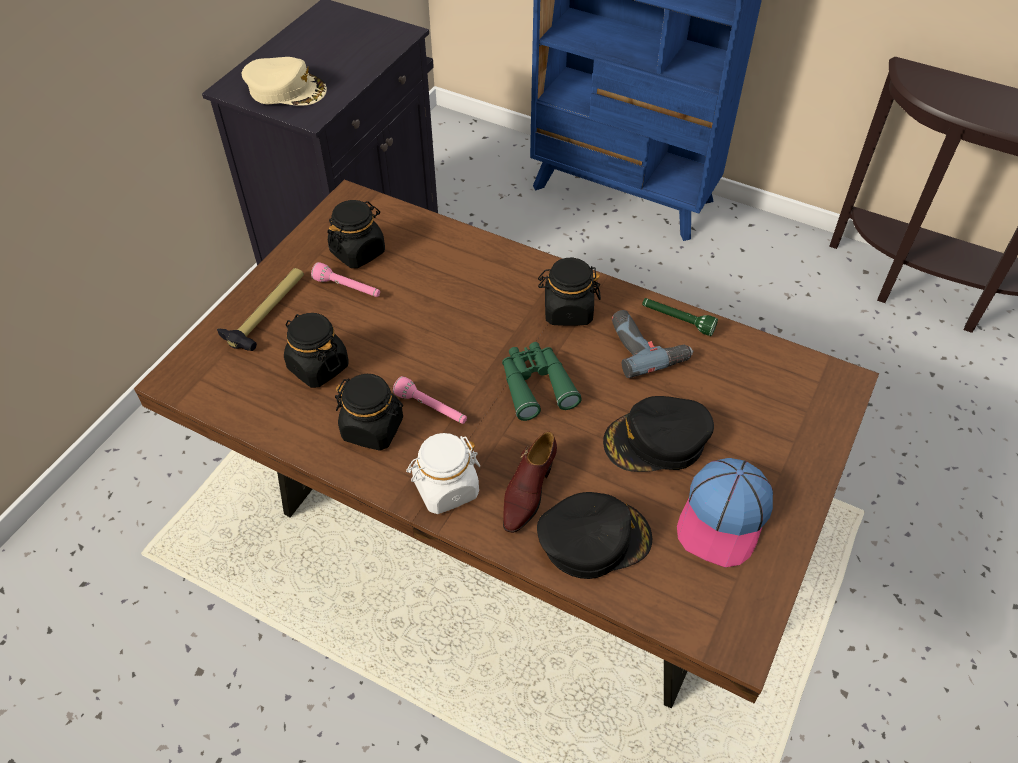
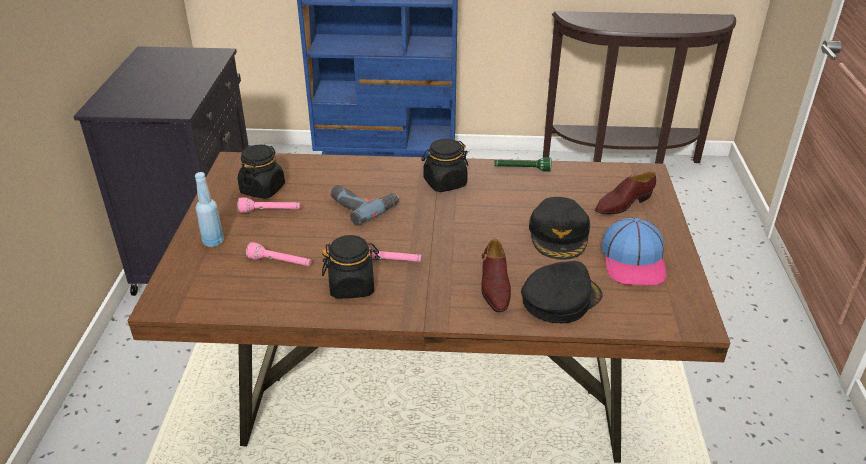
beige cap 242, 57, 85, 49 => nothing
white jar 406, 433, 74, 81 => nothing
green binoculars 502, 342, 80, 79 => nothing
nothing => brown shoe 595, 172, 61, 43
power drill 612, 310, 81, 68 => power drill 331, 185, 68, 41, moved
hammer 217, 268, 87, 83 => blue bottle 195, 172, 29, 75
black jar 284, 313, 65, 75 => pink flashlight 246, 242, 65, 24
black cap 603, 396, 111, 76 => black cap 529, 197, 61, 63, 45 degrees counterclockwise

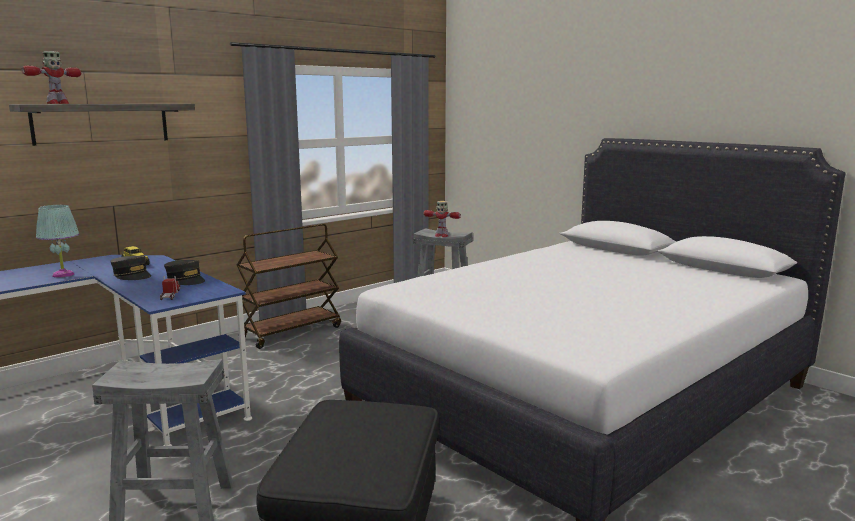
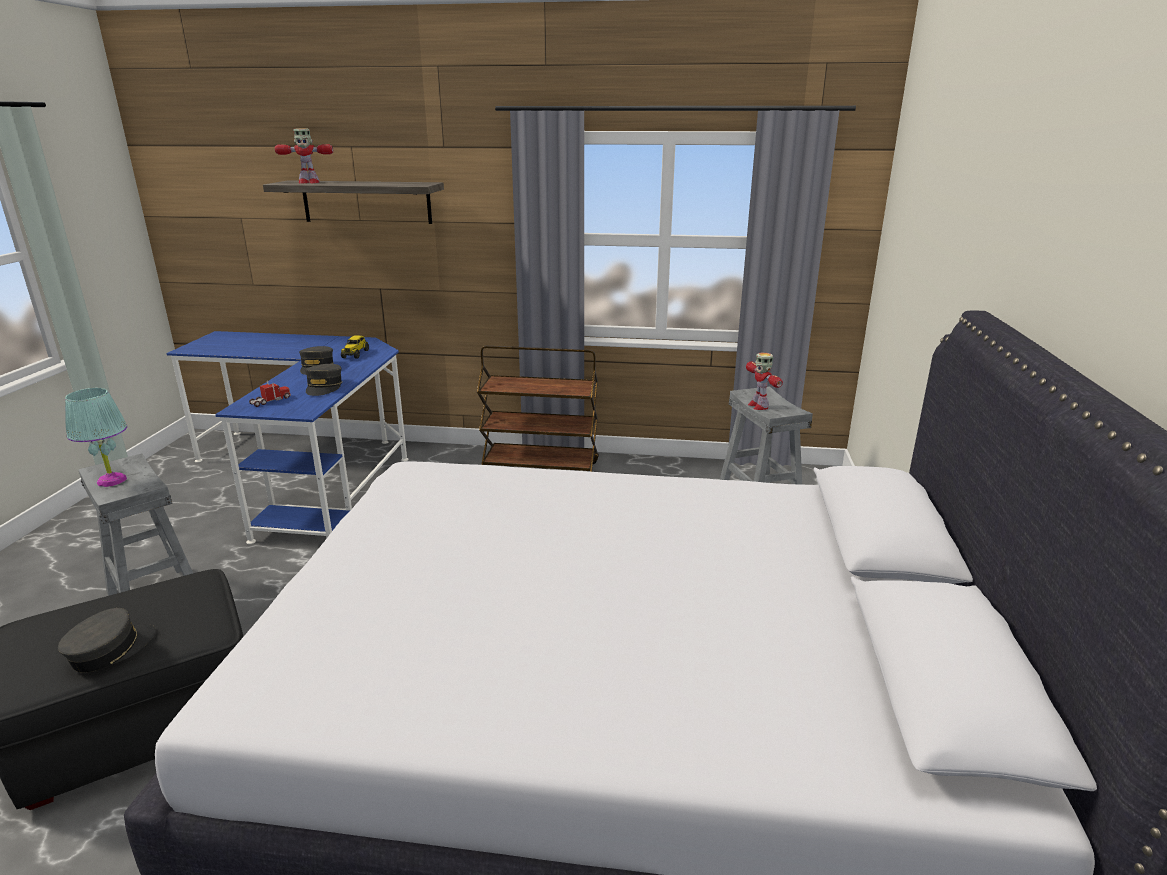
nothing => grey cap 58, 608, 98, 64
turquoise table lamp 36, 205, 43, 72 => turquoise table lamp 65, 388, 62, 99, moved

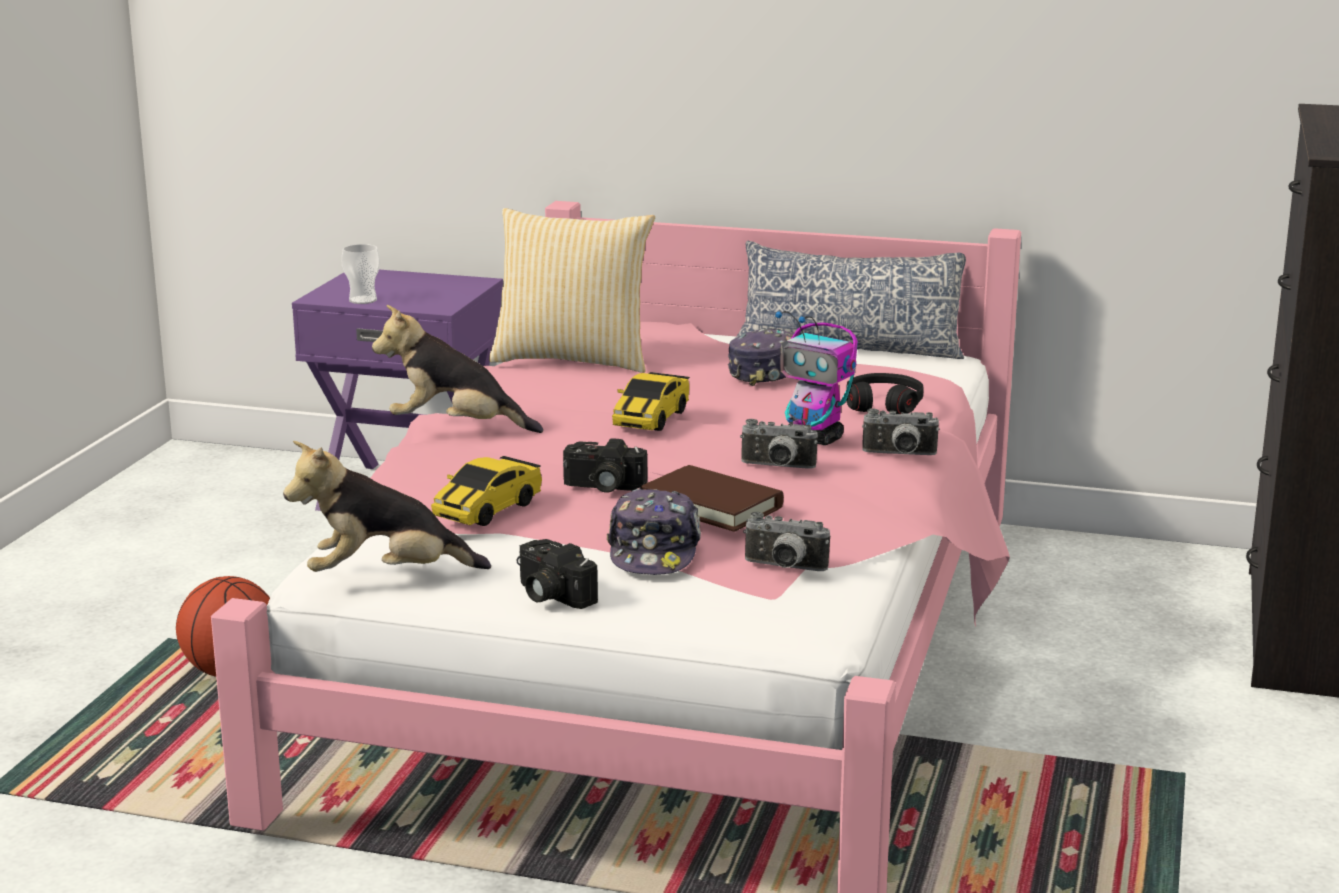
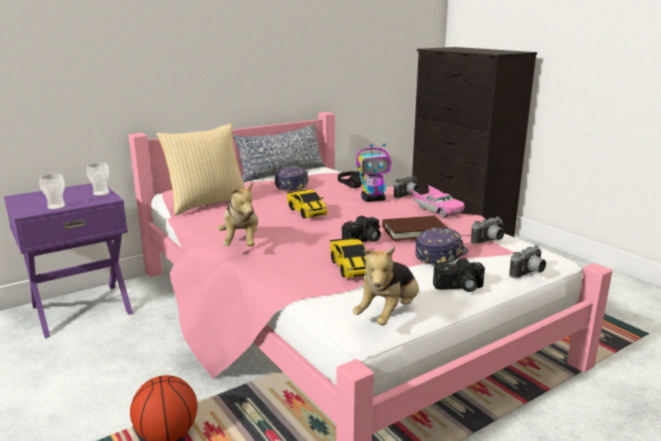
nothing => cup 87, 163, 23, 33
nothing => pink toy car 411, 185, 53, 32
photo camera 740, 419, 78, 50 => photo camera 509, 245, 37, 33, moved
plush toy 372, 305, 171, 128 => plush toy 218, 182, 40, 65, 60 degrees counterclockwise
cap 607, 488, 94, 87 => cap 415, 228, 54, 37, 90 degrees counterclockwise

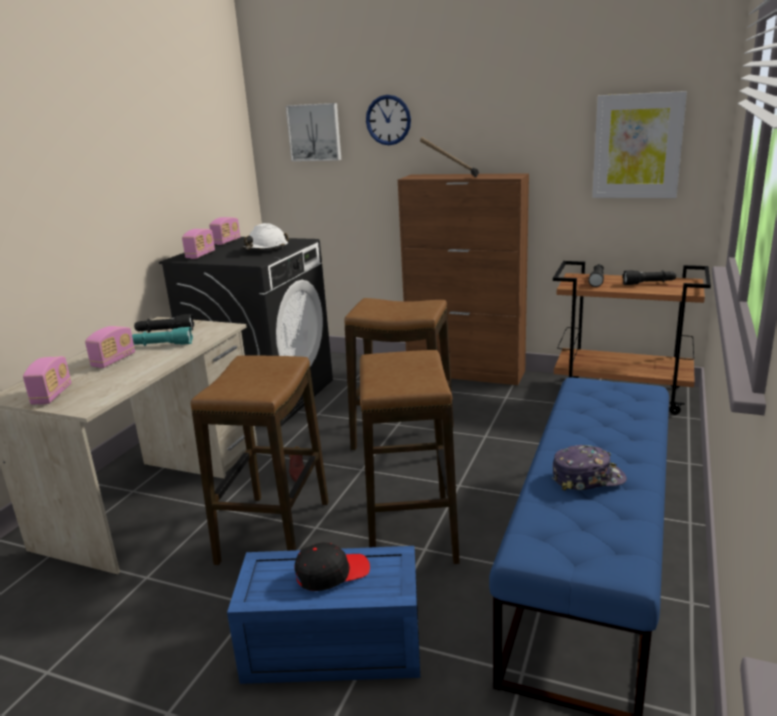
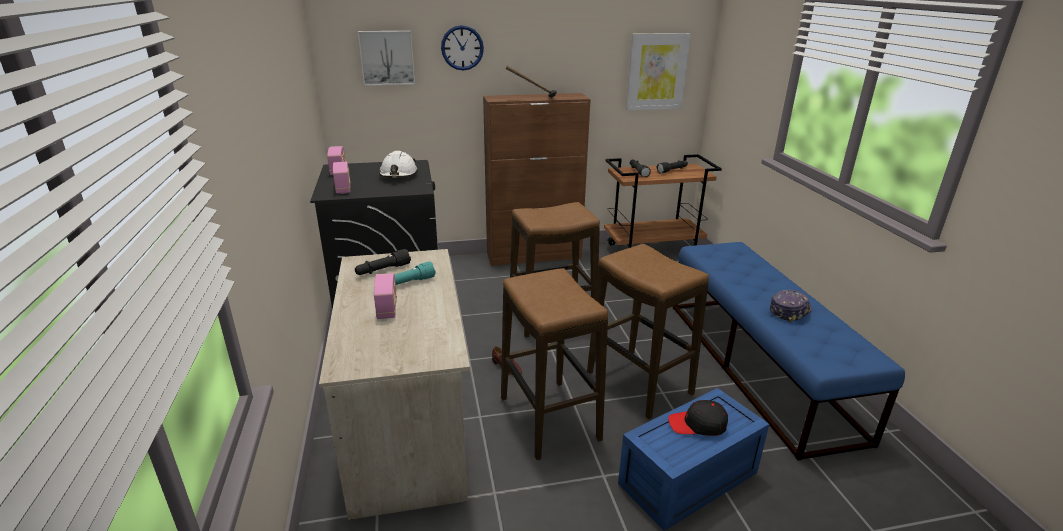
radio 23, 356, 49, 49 => nothing
black cap 295, 542, 75, 49 => black cap 668, 400, 60, 36, 120 degrees counterclockwise

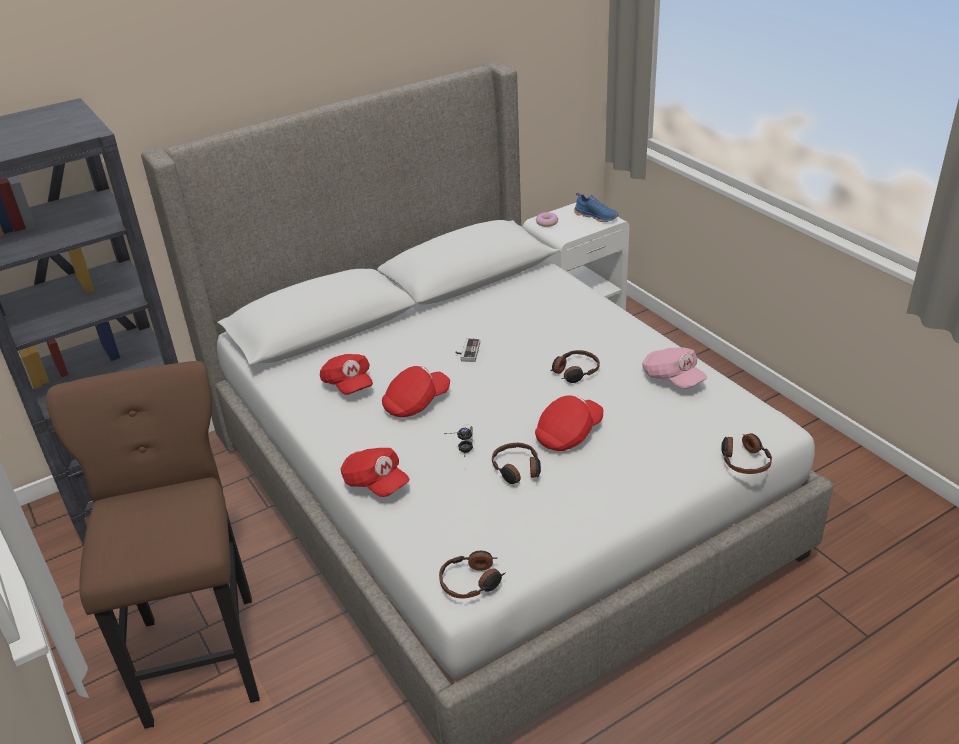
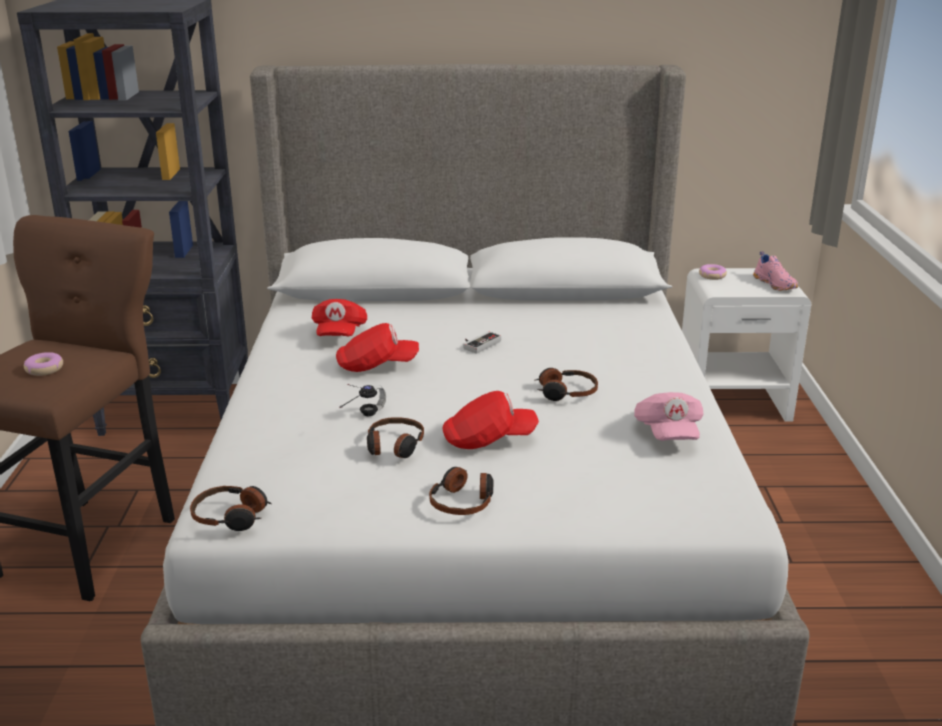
red cap 341, 448, 68, 49 => nothing
nothing => donut 24, 352, 39, 24
headphones 721, 433, 51, 41 => headphones 429, 467, 64, 48, moved
blue shoe 574, 192, 44, 30 => pink shoe 753, 251, 45, 40

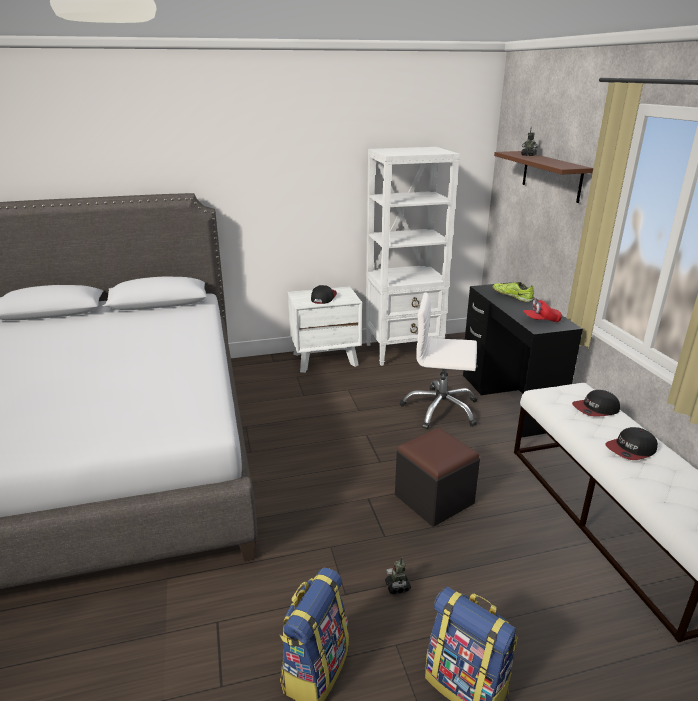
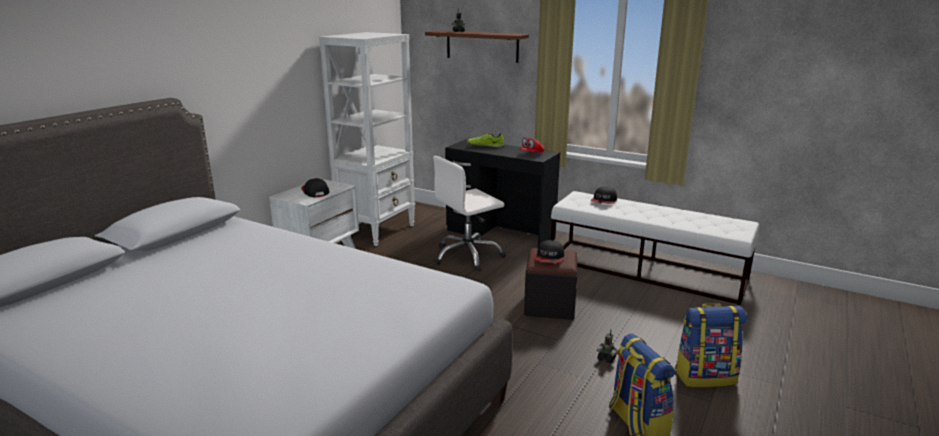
cap 605, 427, 53, 33 => cap 534, 240, 30, 23, moved

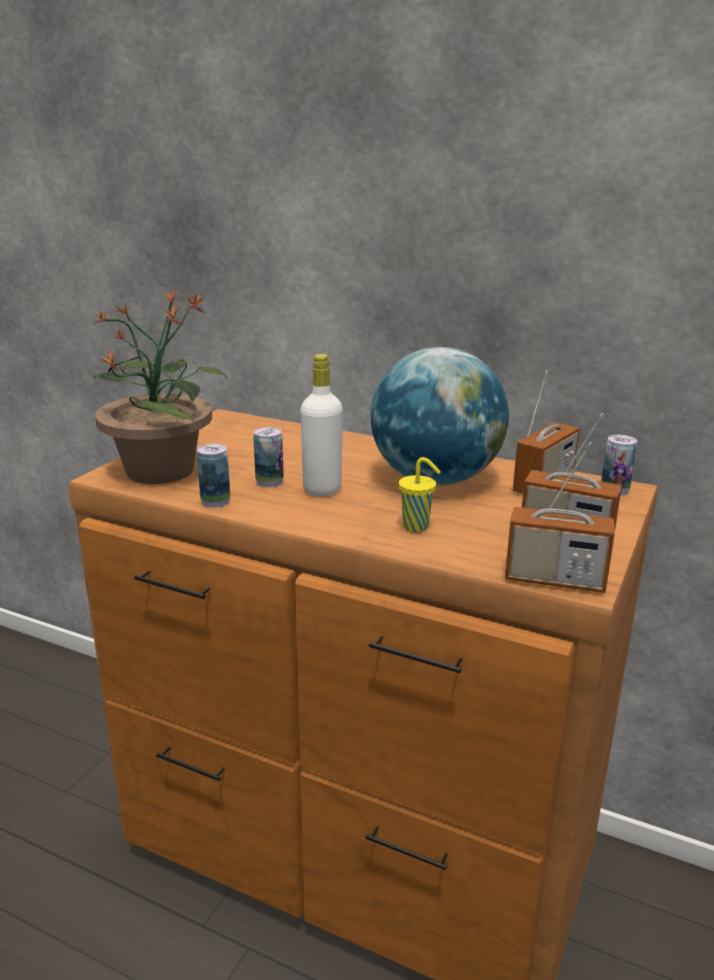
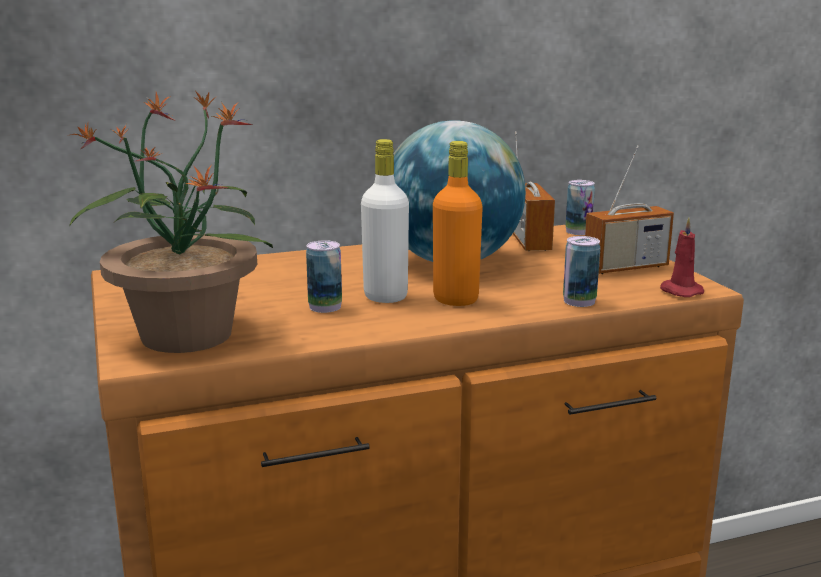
yellow cup 399, 457, 42, 75 => nothing
nothing => orange bottle 433, 141, 50, 165
can 197, 444, 33, 64 => can 563, 236, 37, 71, moved
radio 505, 442, 110, 151 => red candle 660, 218, 44, 79

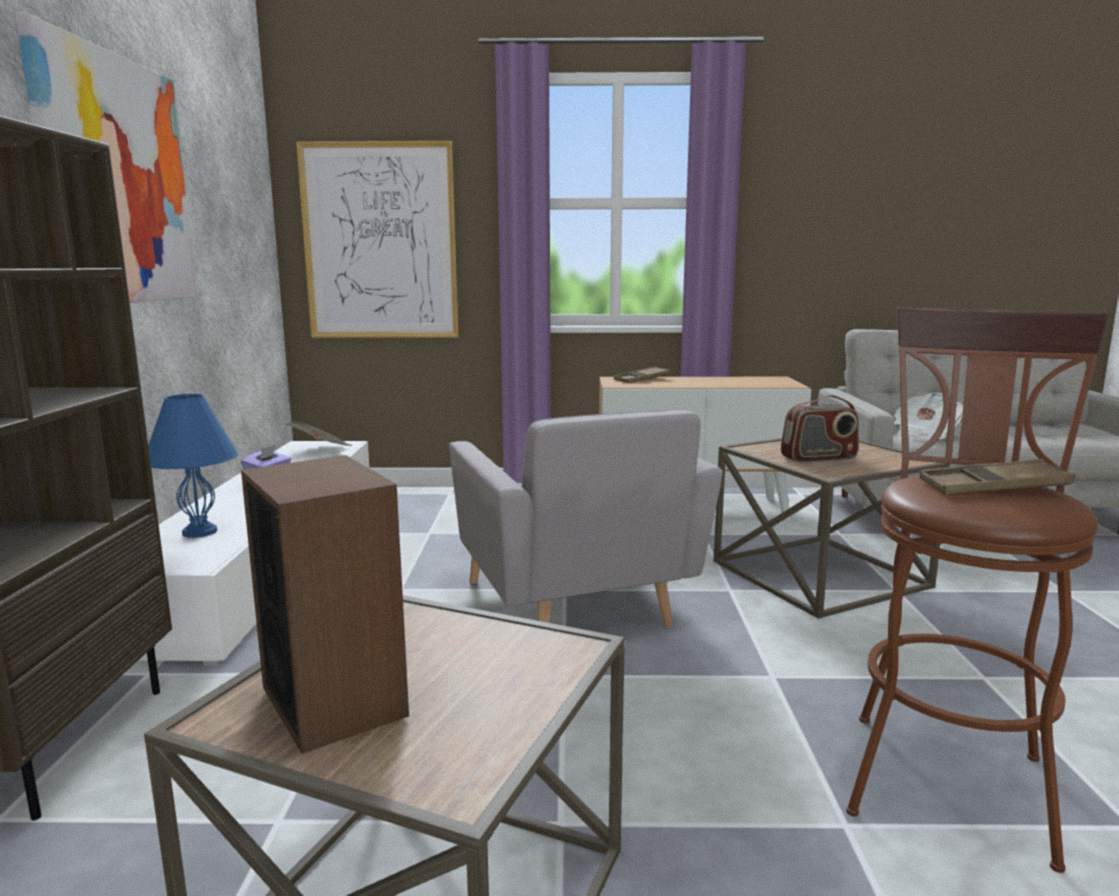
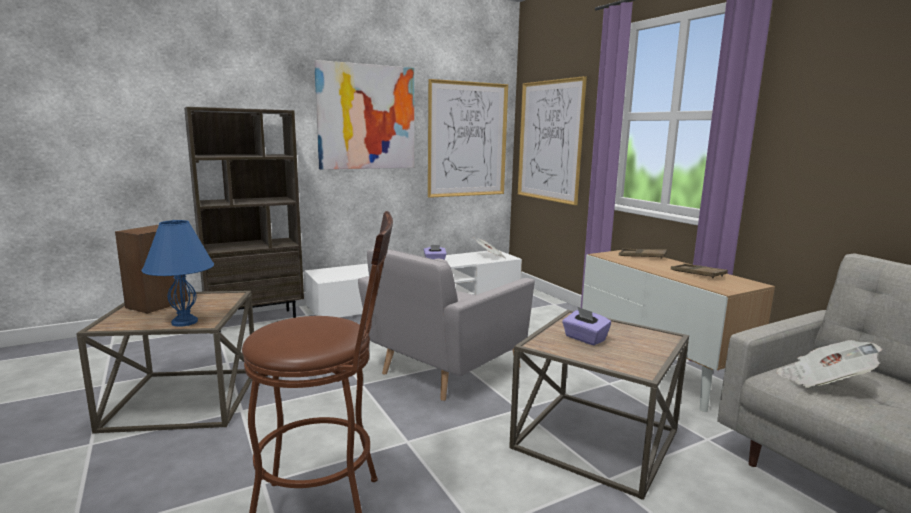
nothing => picture 428, 79, 80, 119
blue table lamp 148, 394, 90, 144 => blue table lamp 142, 220, 72, 107, moved
brown tray 920, 459, 155, 36 => brown tray 671, 264, 57, 14, moved
radio 781, 395, 78, 68 => purple tissue box 562, 307, 49, 38

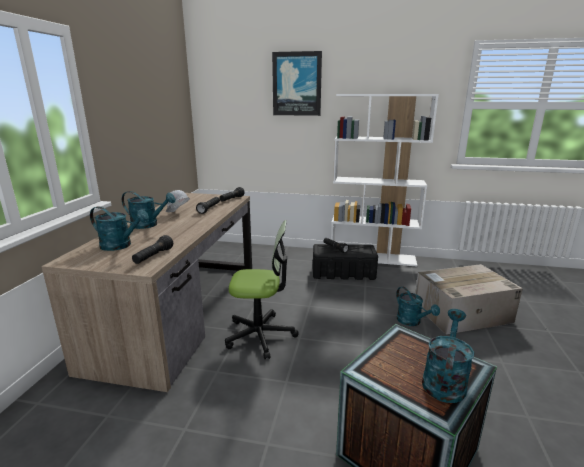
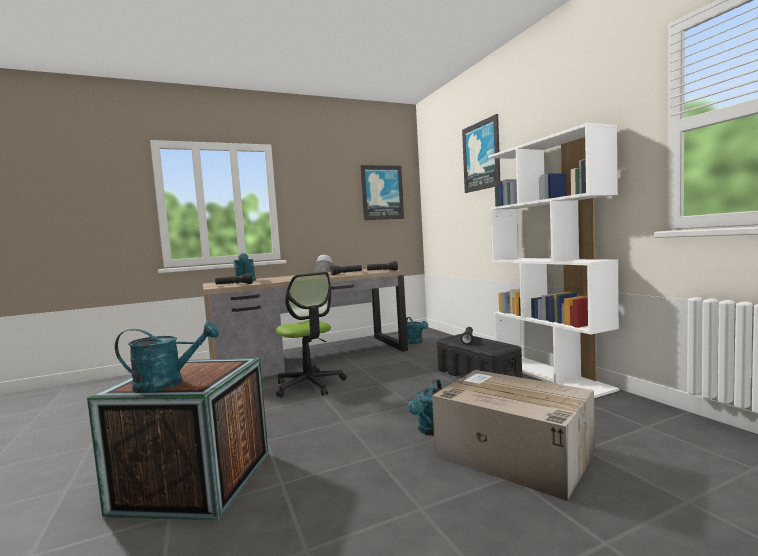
nothing => picture 360, 165, 44, 55
turquoise watering can 122, 191, 54, 38 => turquoise watering can 406, 317, 22, 27, moved

